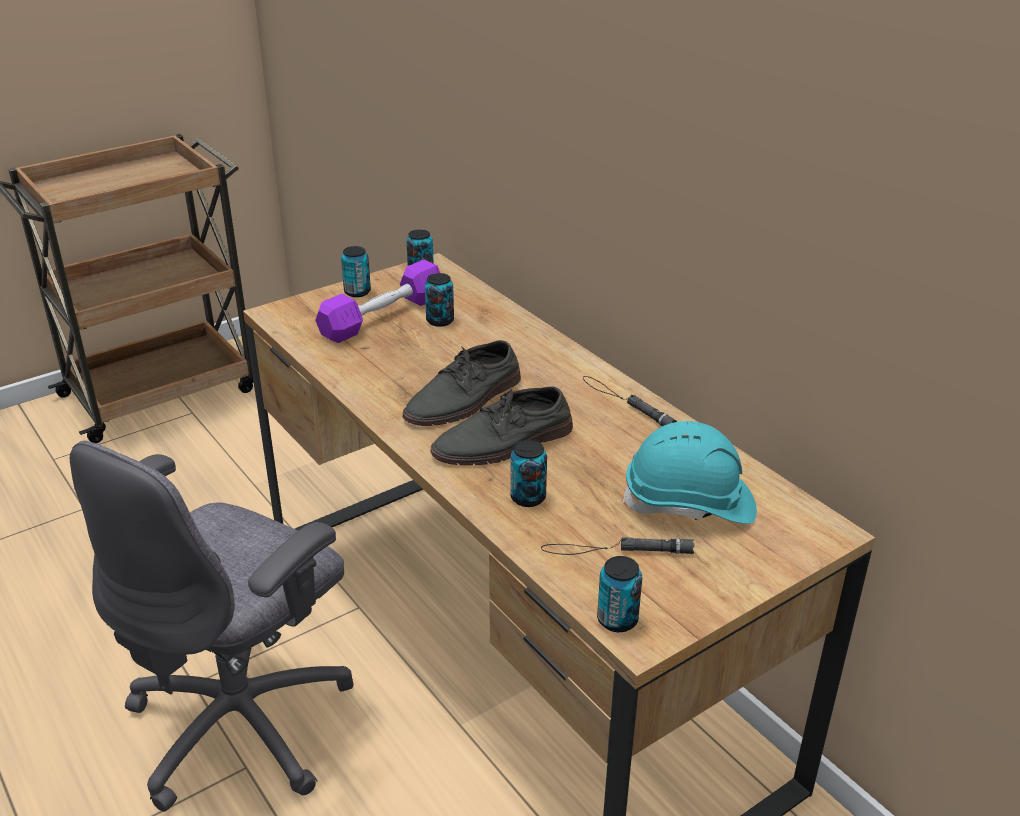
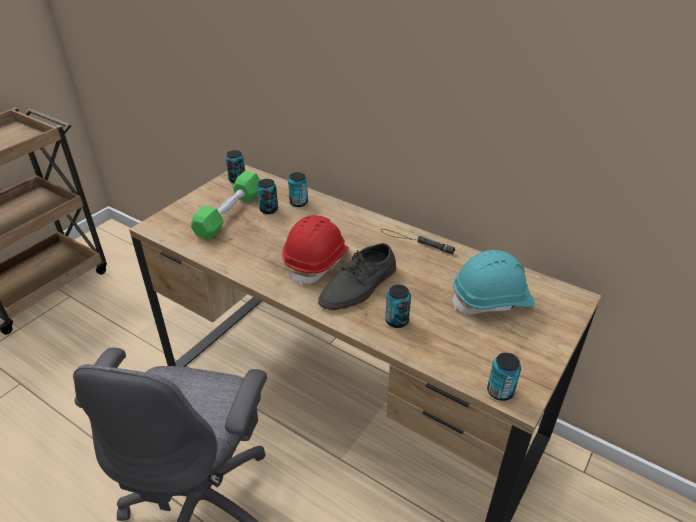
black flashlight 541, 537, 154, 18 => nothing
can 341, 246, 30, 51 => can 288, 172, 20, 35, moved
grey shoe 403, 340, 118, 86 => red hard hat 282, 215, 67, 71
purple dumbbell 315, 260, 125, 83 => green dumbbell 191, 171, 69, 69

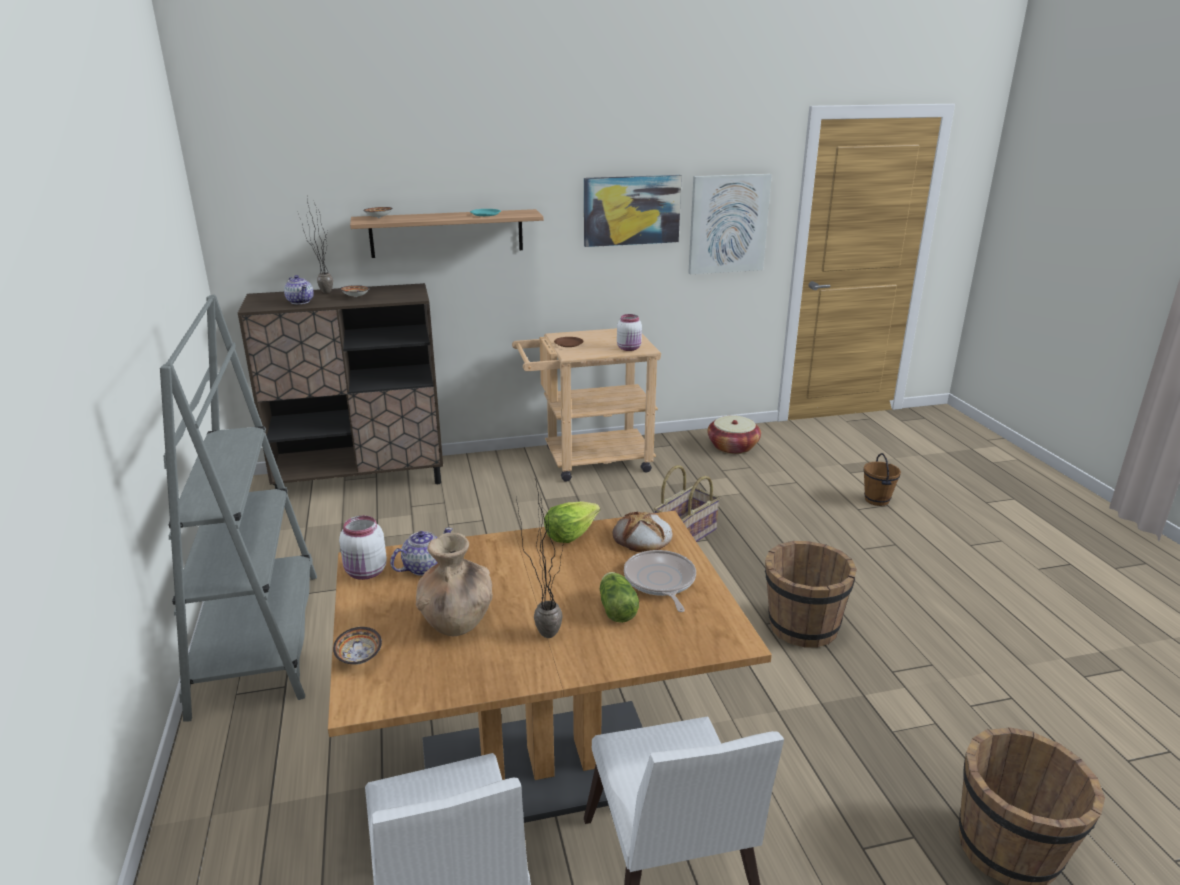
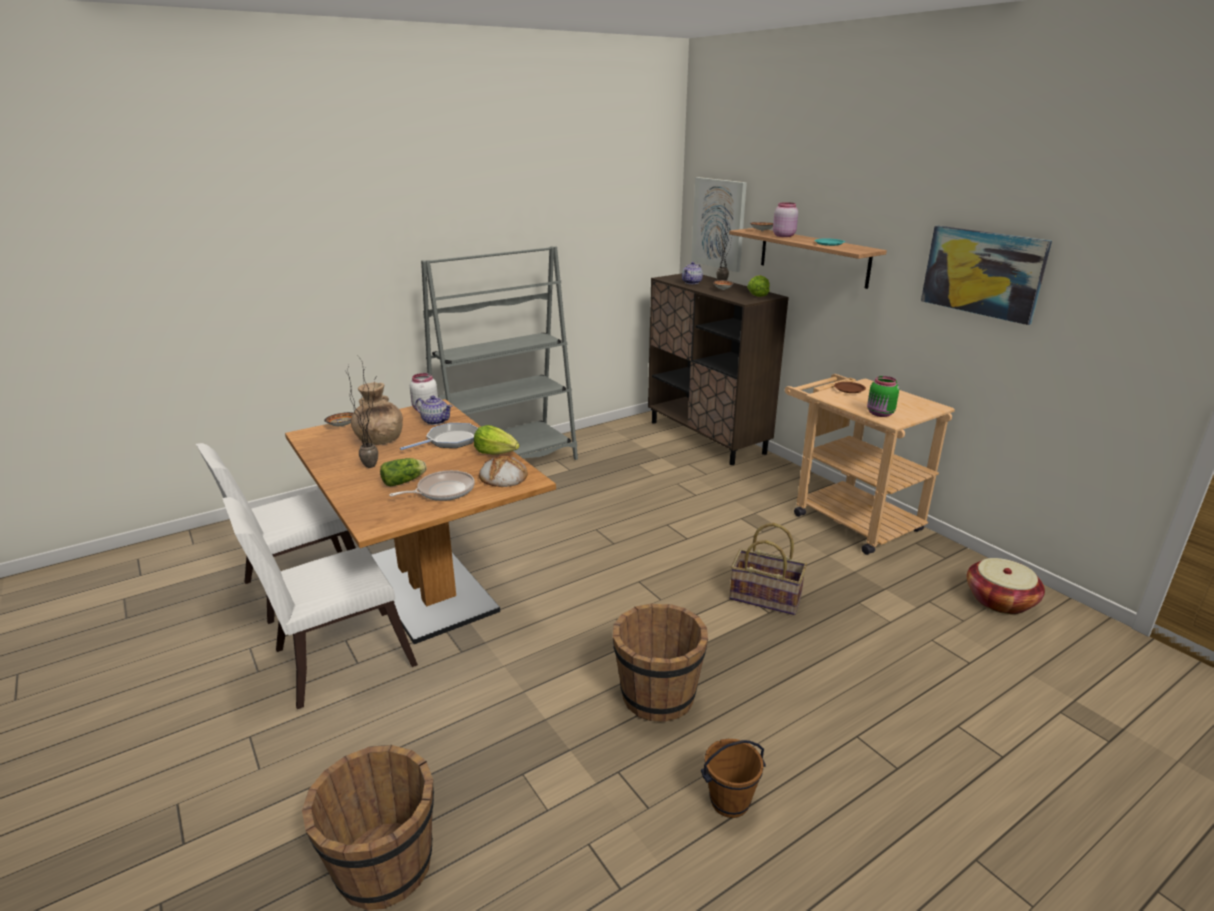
nothing => frying pan 400, 423, 78, 27
nothing => lettuce 747, 275, 23, 22
nothing => pink jar 773, 202, 25, 35
picture 688, 174, 84, 100 => picture 691, 177, 56, 95, moved
brown bucket 863, 453, 38, 53 => brown bucket 701, 739, 65, 79, moved
white jar 617, 314, 25, 37 => green jar 867, 376, 32, 41

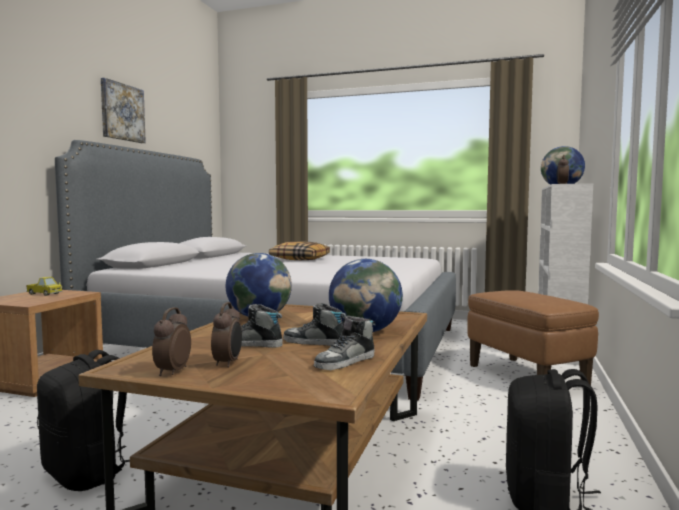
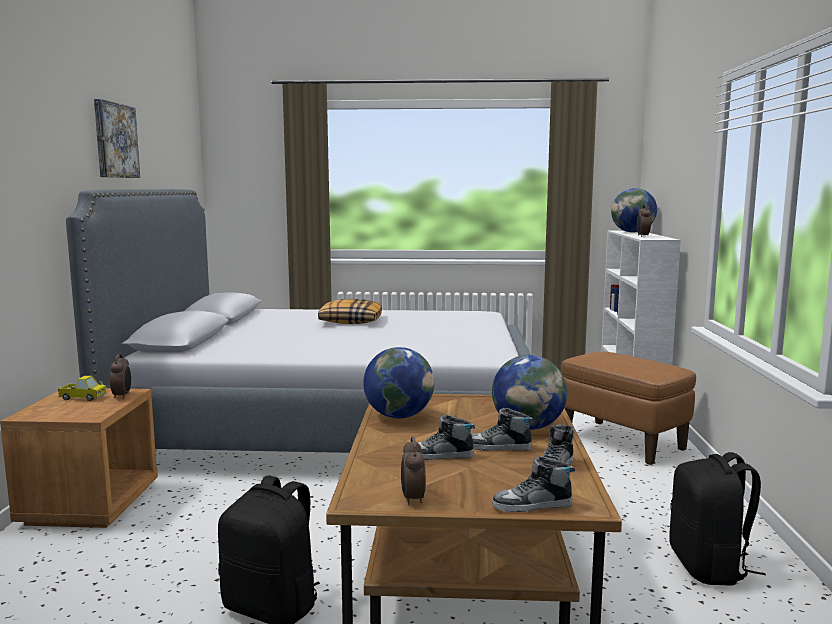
nothing => shoe 492, 456, 83, 56
alarm clock 211, 302, 31, 66 => alarm clock 110, 354, 21, 45, moved

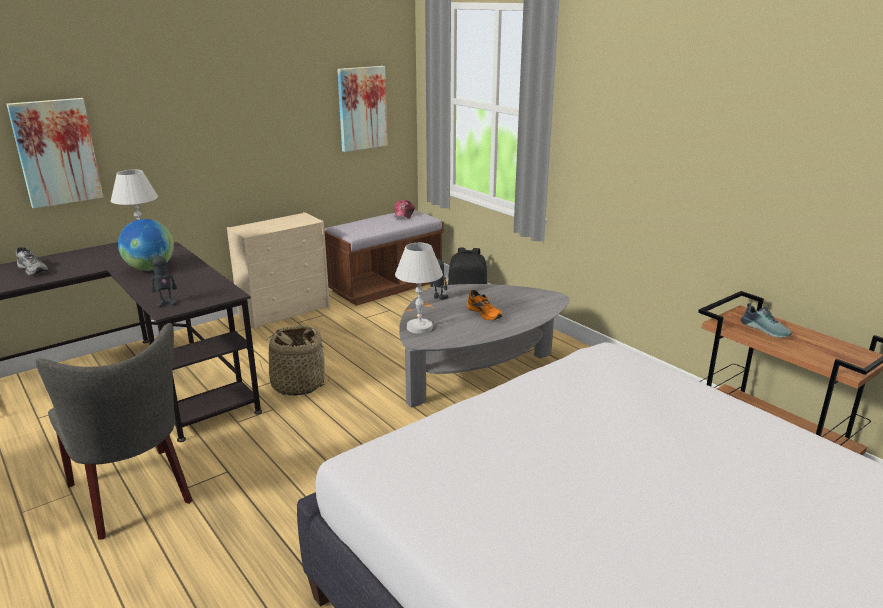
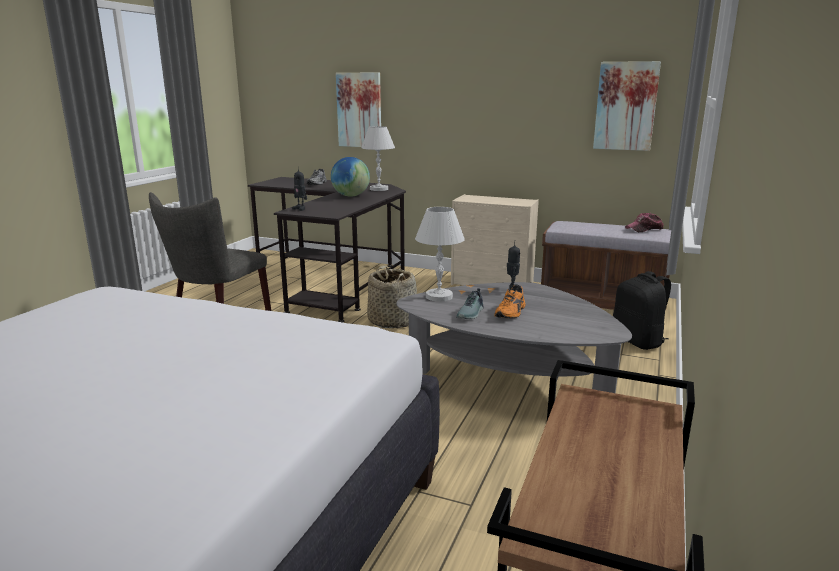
shoe 741, 303, 51, 35 => shoe 456, 288, 28, 31, moved

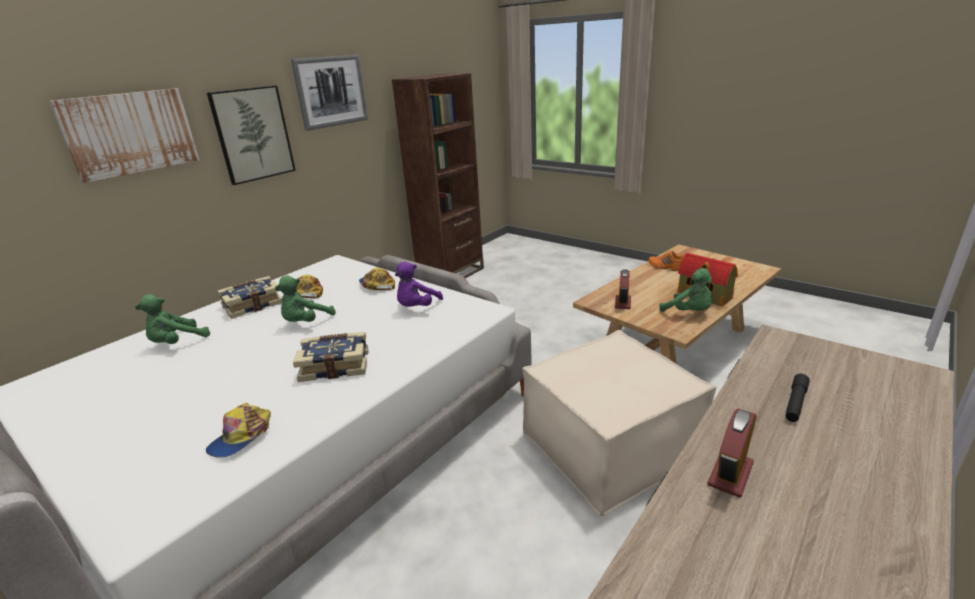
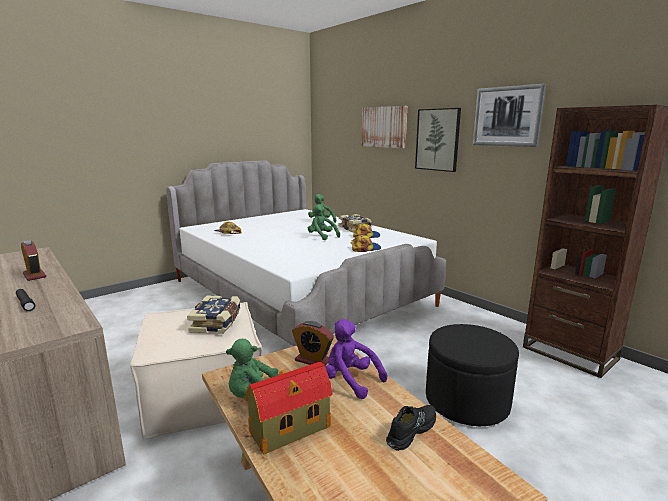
nothing => black ottoman 426, 324, 93, 102
book 293, 332, 75, 50 => book 187, 295, 54, 39, moved
purple plush toy 395, 262, 48, 45 => purple plush toy 325, 319, 63, 80, moved
orange shoe 648, 251, 37, 20 => black shoe 386, 405, 50, 46

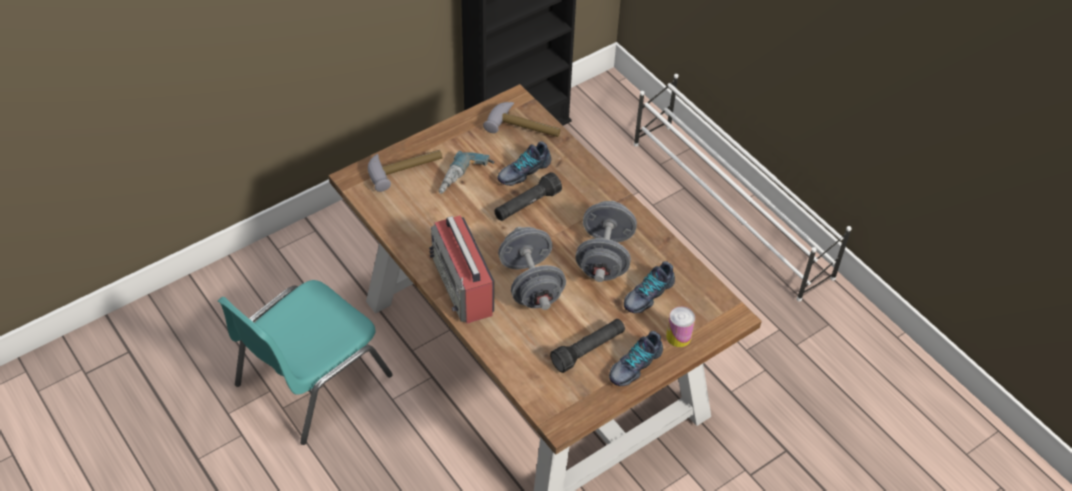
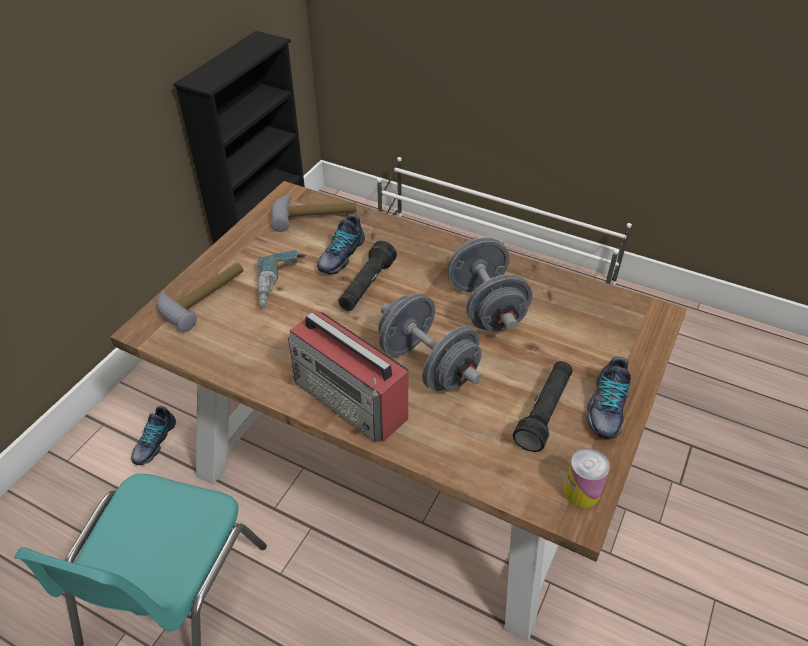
shoe 624, 261, 51, 52 => shoe 131, 406, 45, 59, moved
can 666, 307, 29, 40 => can 563, 448, 47, 60, moved

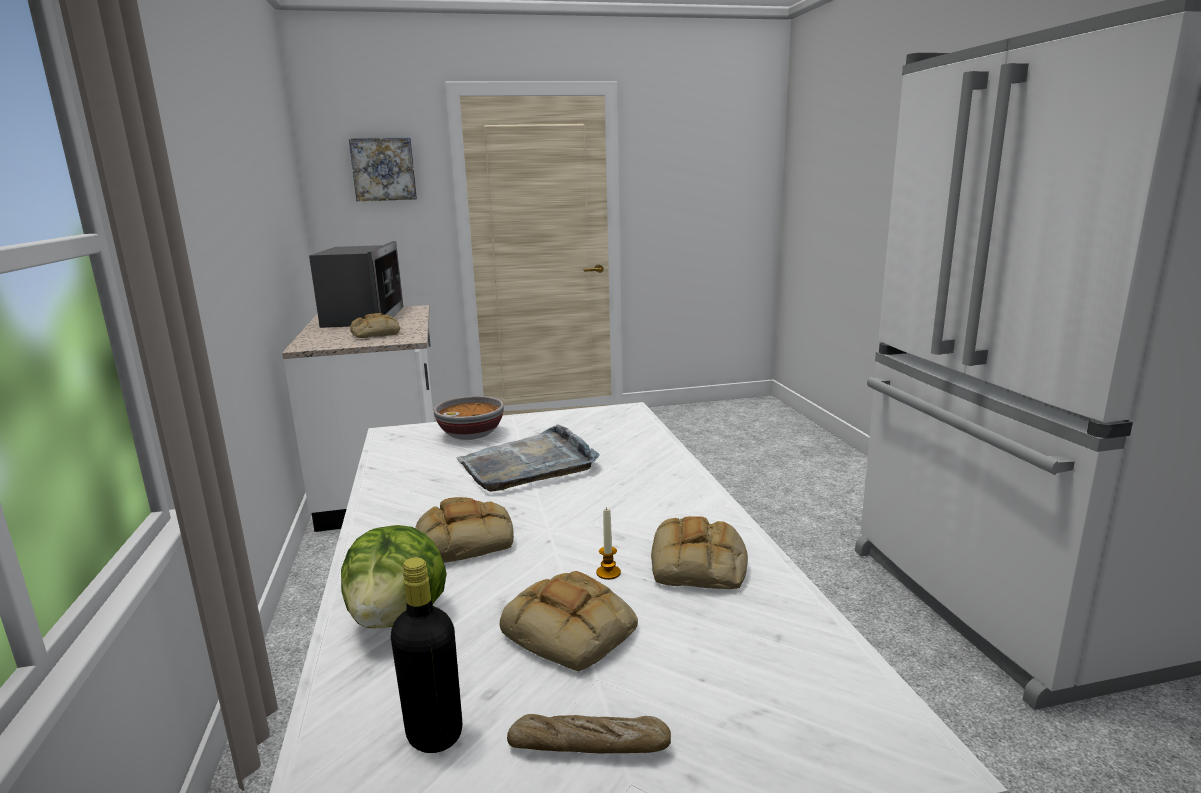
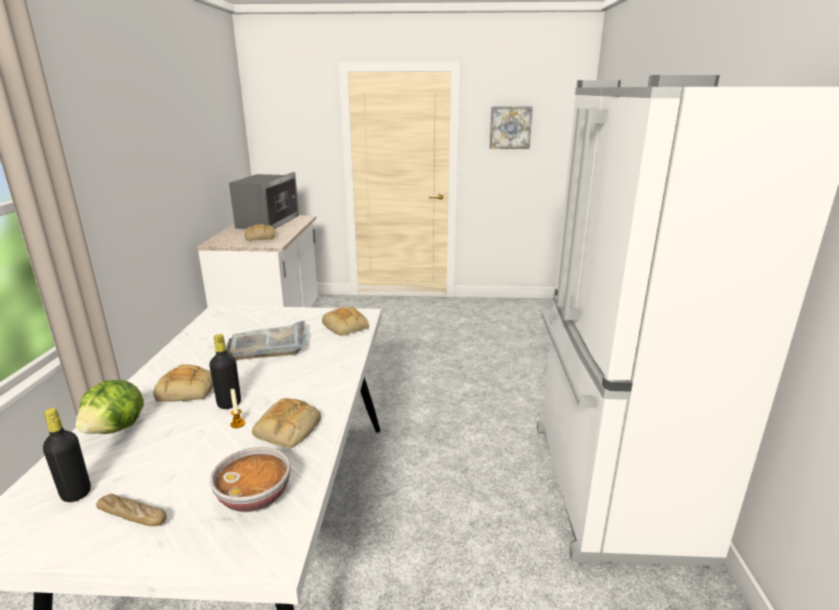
nothing => black bottle 209, 334, 32, 75
picture 349, 138, 68, 63 => picture 490, 106, 43, 43, moved
bowl 434, 396, 70, 44 => bowl 210, 447, 80, 65, moved
bread 500, 571, 138, 101 => bread 322, 307, 47, 29, moved

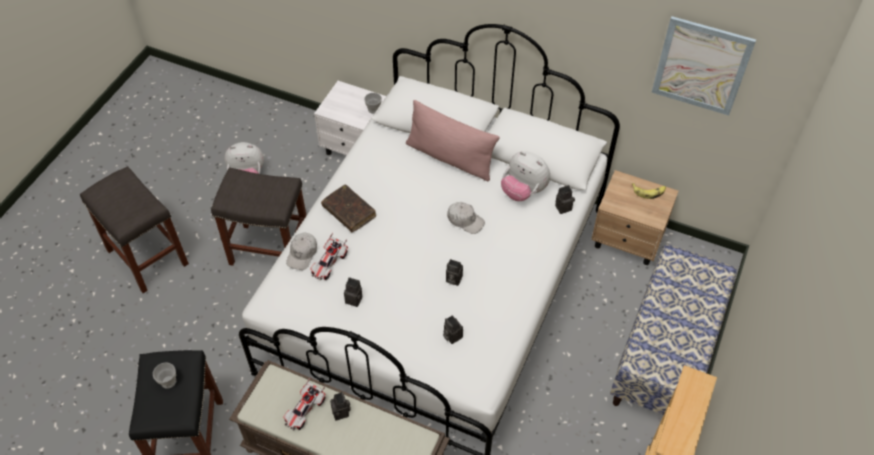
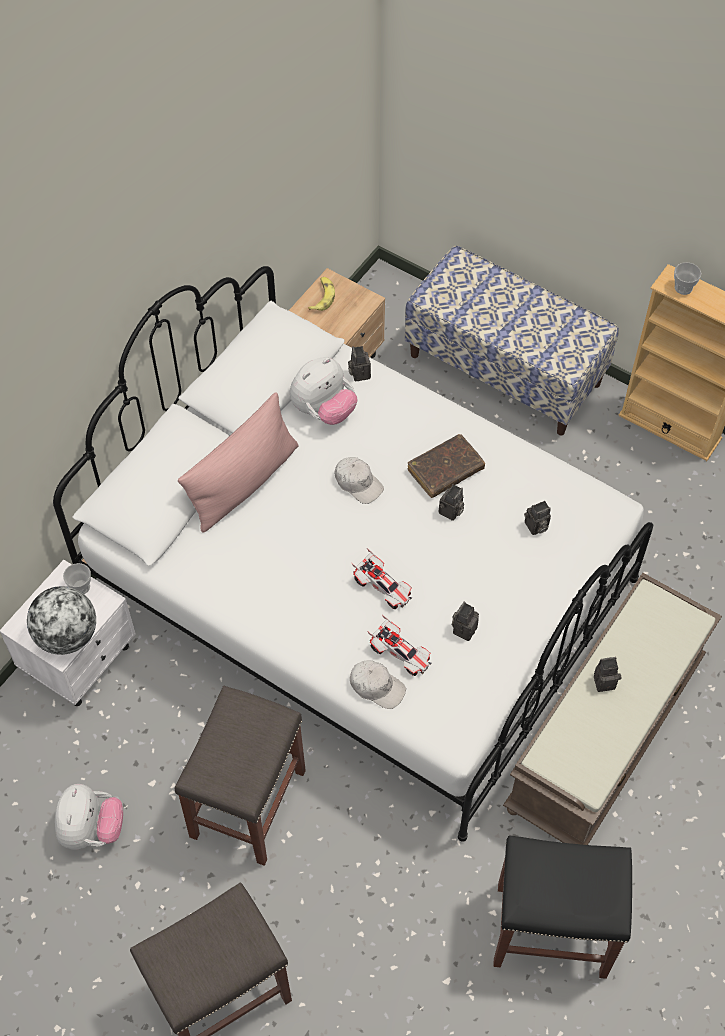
picture 652, 16, 104, 100 => nothing
nothing => globe 27, 586, 69, 69
cup 153, 362, 23, 27 => cup 674, 262, 28, 33, moved
toy car 283, 377, 43, 53 => toy car 352, 548, 60, 61, moved
brown book 321, 184, 55, 48 => brown book 408, 434, 77, 64, moved
white cap 447, 202, 38, 32 => white cap 334, 457, 50, 47, 90 degrees clockwise

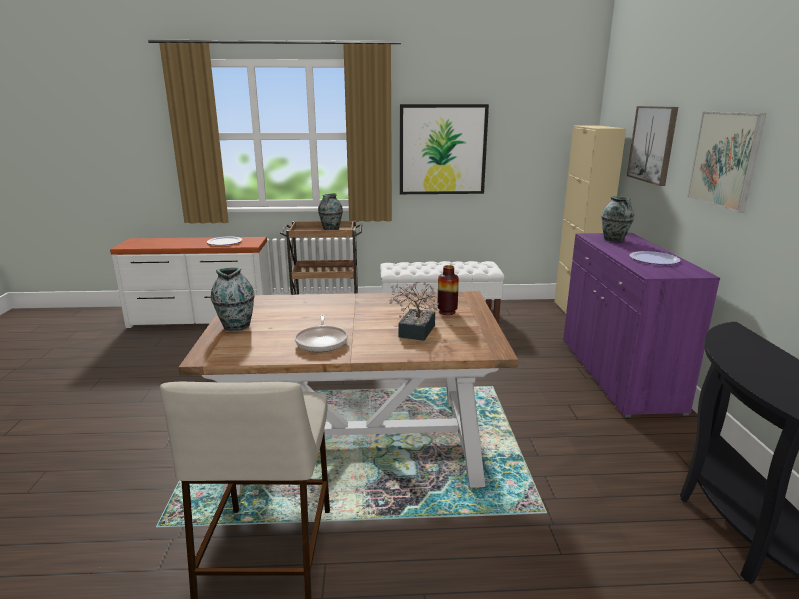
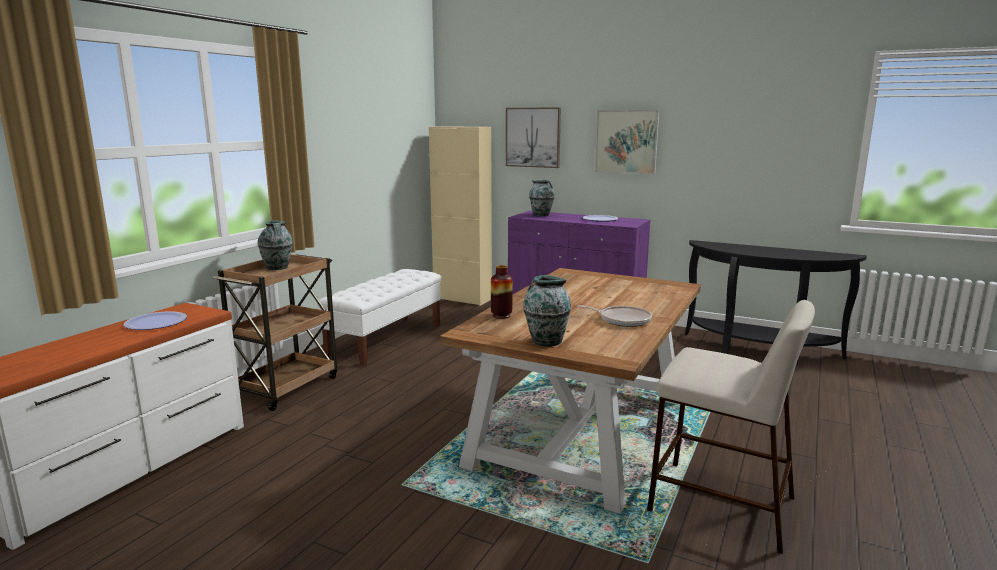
potted plant 389, 282, 49, 59 => nothing
picture 400, 104, 89, 90 => nothing
vase 438, 265, 21, 50 => vase 491, 265, 22, 54, moved

